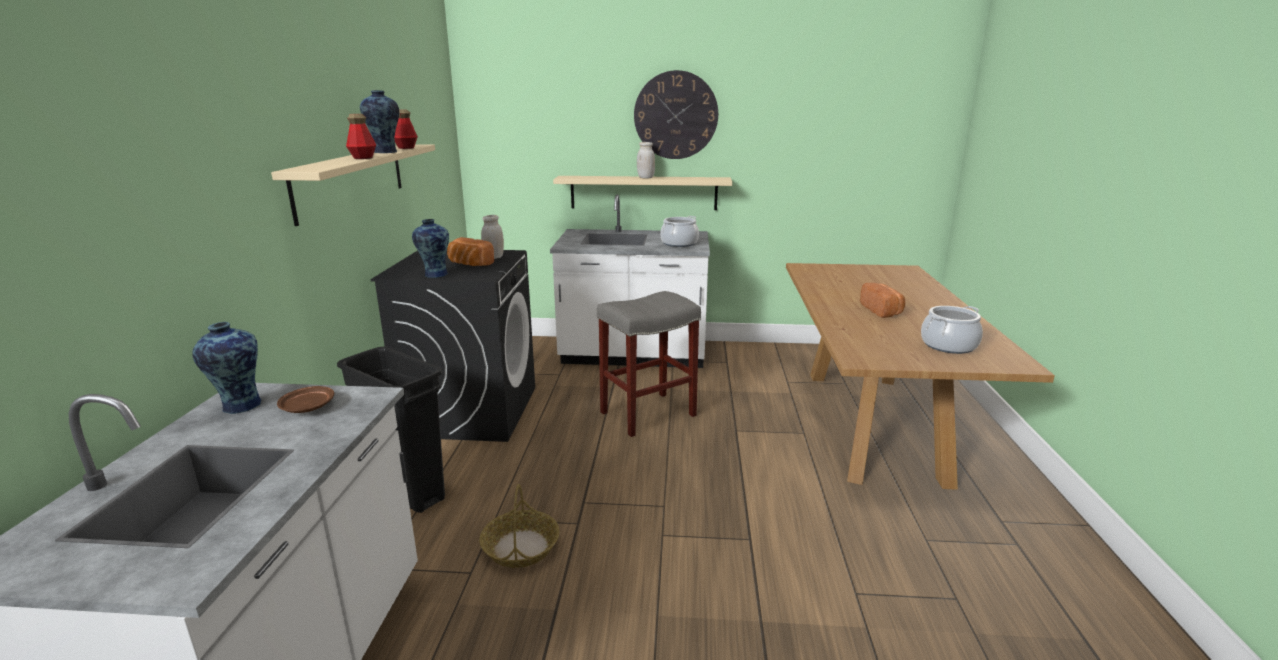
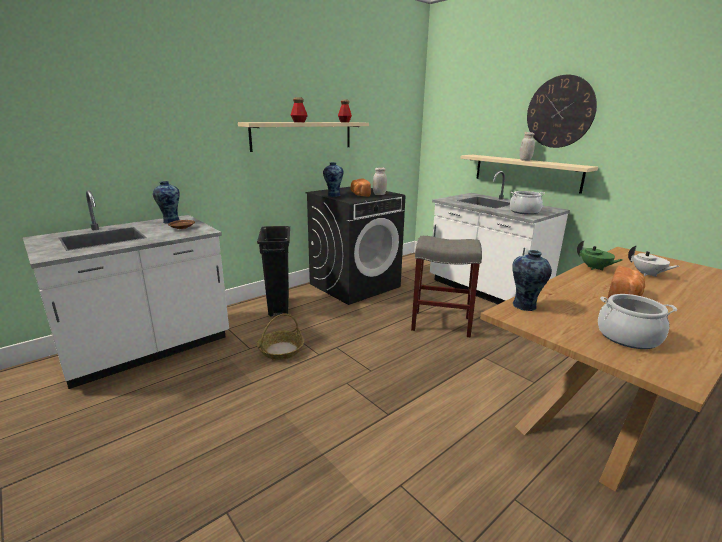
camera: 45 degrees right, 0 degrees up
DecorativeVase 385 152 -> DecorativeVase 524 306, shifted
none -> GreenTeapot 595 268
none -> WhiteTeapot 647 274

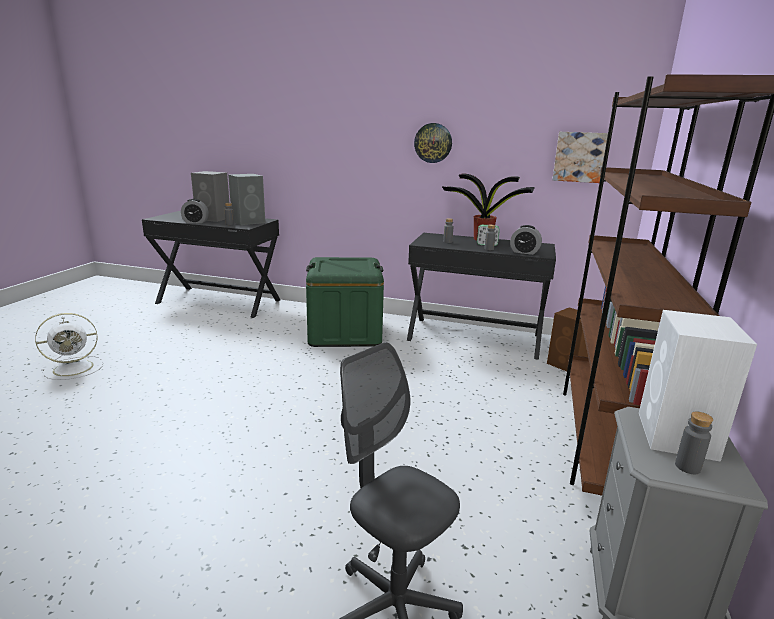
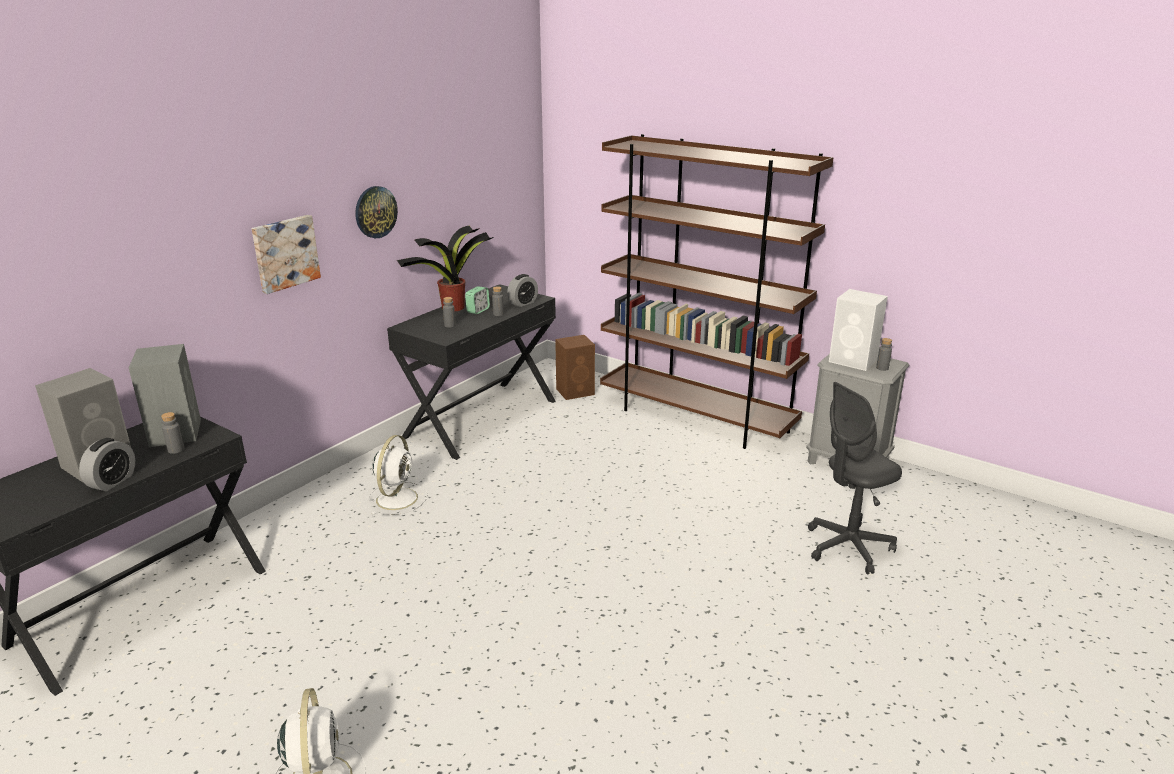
camera: 70 degrees left, 5 degrees up
GreenStorageBox 344 333 -> WhiteCoolingFan 398 498
Picture 580 157 -> Picture 285 253, shifted

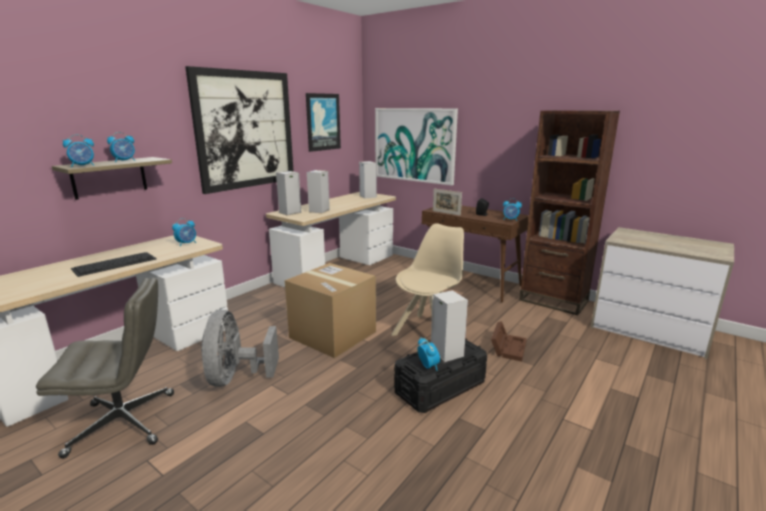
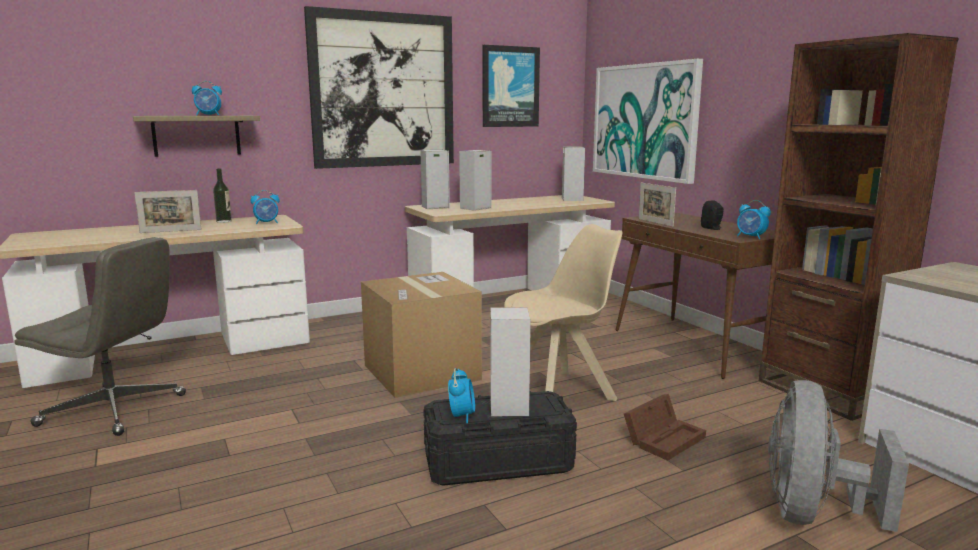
camera: 25 degrees right, 5 degrees down
TableClock 83 166 -> none
PcKeyboard 115 263 -> StandingFrame 171 231
GreyishCoolingFan 236 377 -> GreyishCoolingFan 812 513, shifted
none -> BeverageBottle 224 221

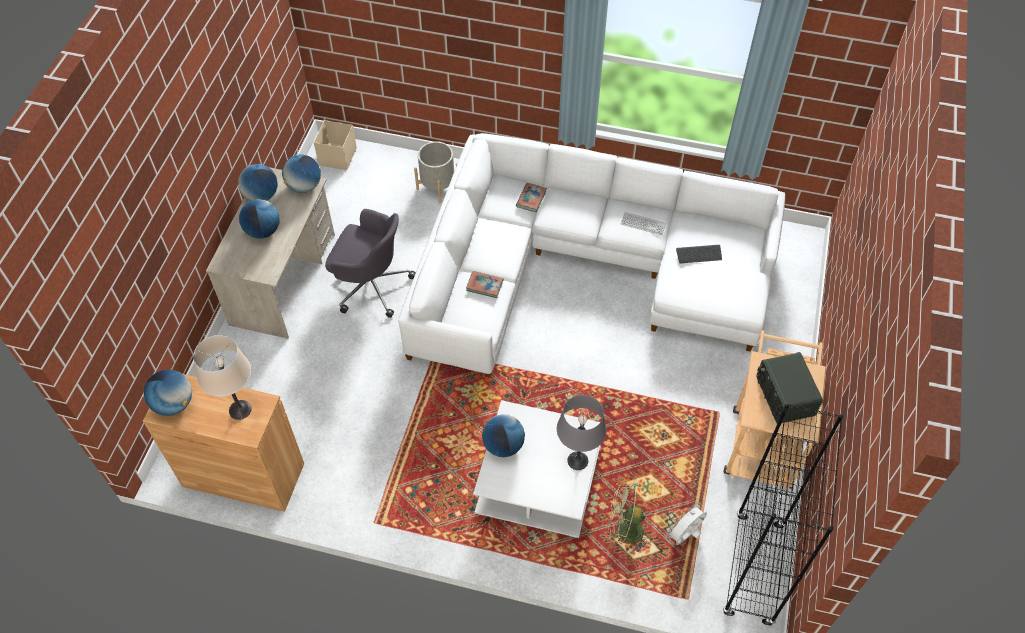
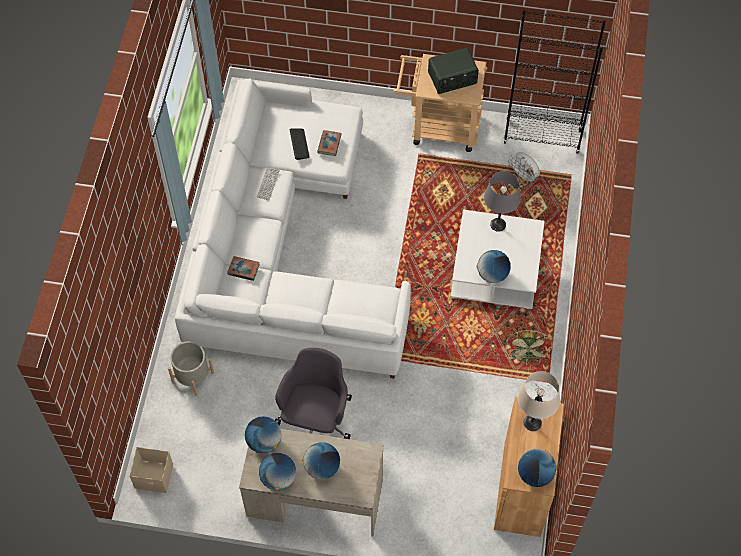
camera: 95 degrees left, 5 degrees up
Volume 484 286 -> Volume 329 144, shifted
GreenCoolingFan 624 531 -> GreenCoolingFan 526 357, shifted

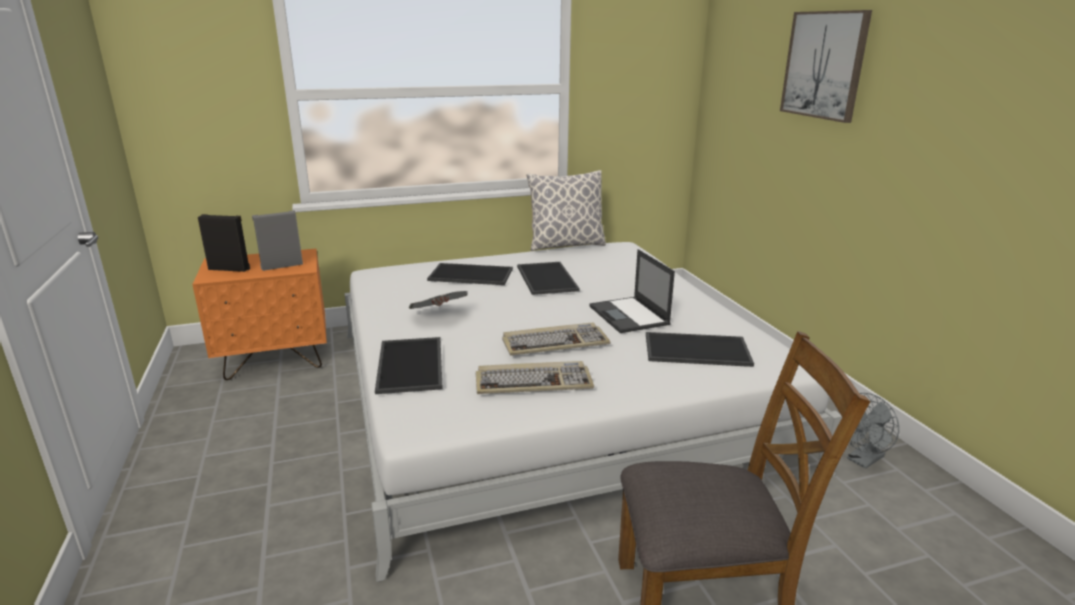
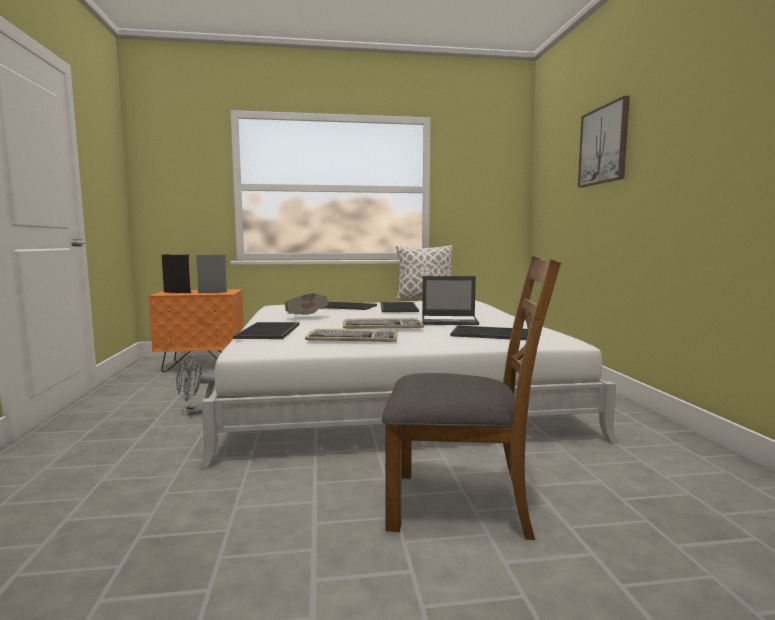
camera: 10 degrees right, 15 degrees down
NotebookComputer 629 315 -> NotebookComputer 450 321, 75 degrees counterclockwise
GreyishCoolingFan 862 460 -> GreyishCoolingFan 196 412, shifted

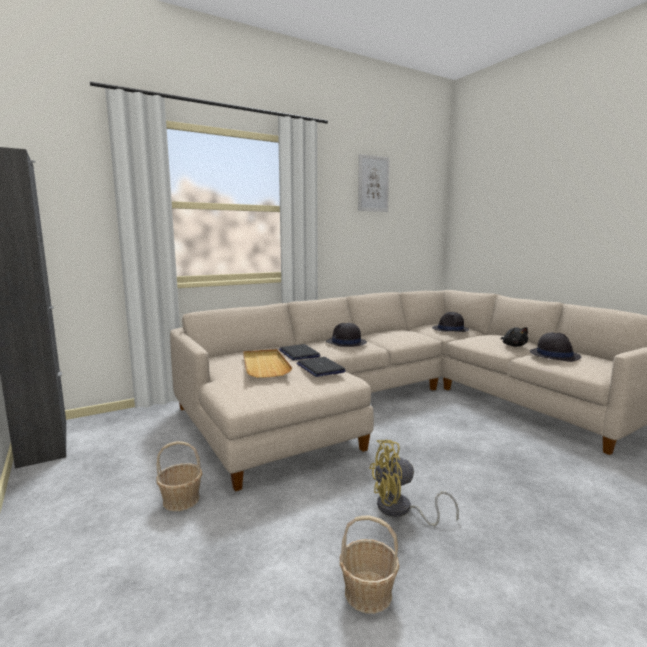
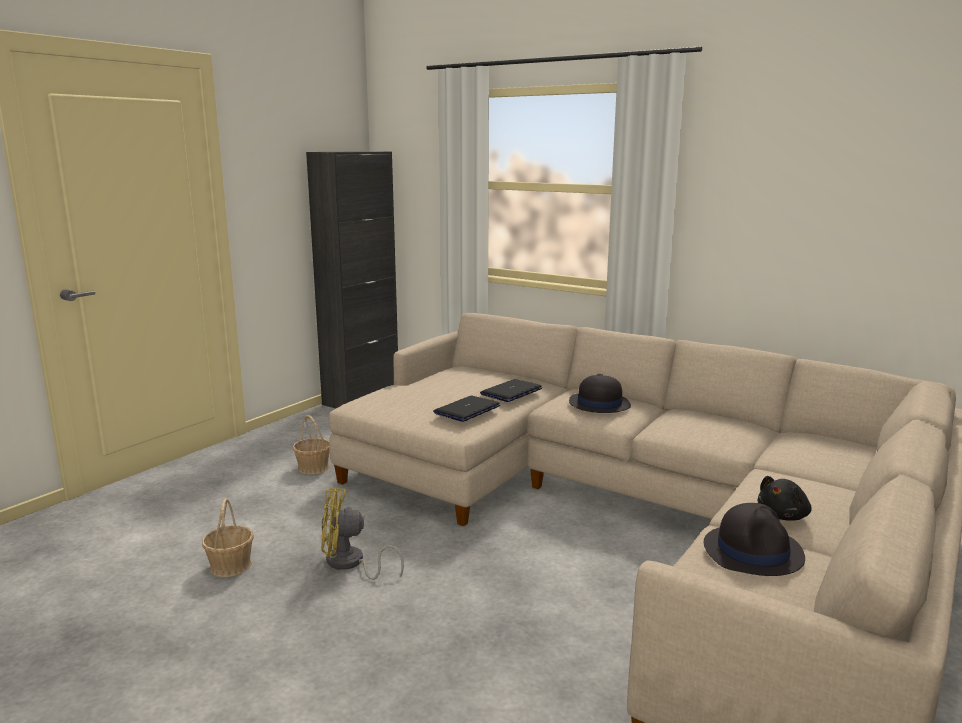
camera: 65 degrees right, 5 degrees up
BeigeColouredCarryingTray 264 365 -> none
Picture 373 184 -> none
YellowishCoolingFan 401 510 -> YellowishCoolingFan 350 564, 60 degrees counterclockwise
BlackishHat 450 329 -> none

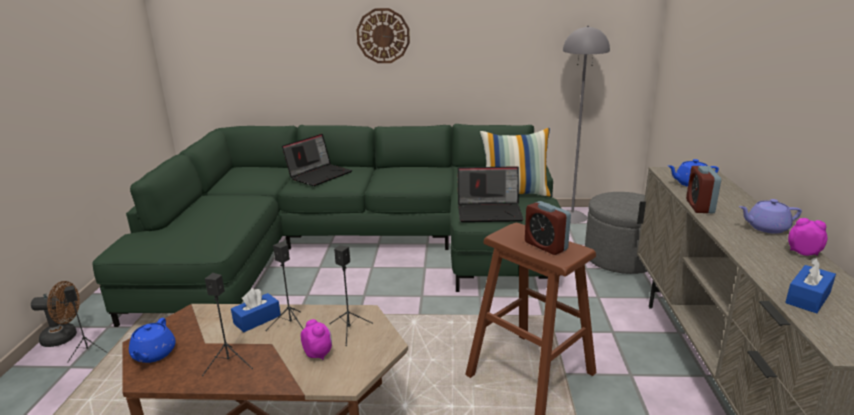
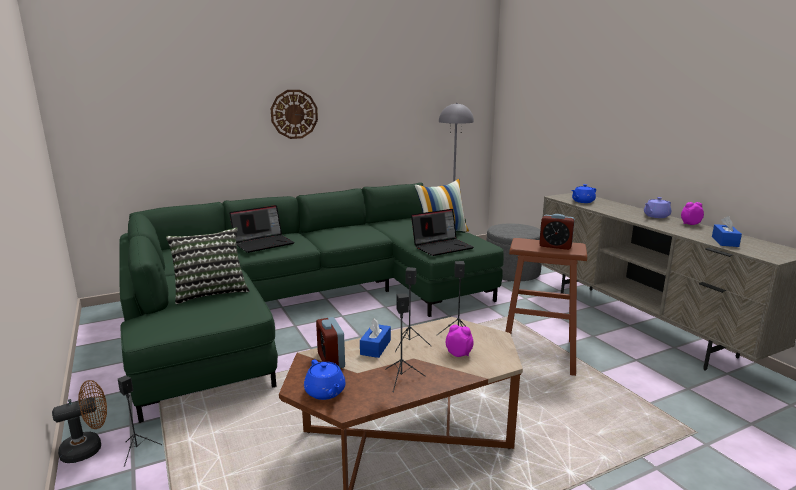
camera: 30 degrees left, 5 degrees down
NotebookComputer 319 175 -> NotebookComputer 264 243, 45 degrees clockwise
TableClock 699 206 -> TableClock 331 360, shifted
none -> ThrowPillow 210 292

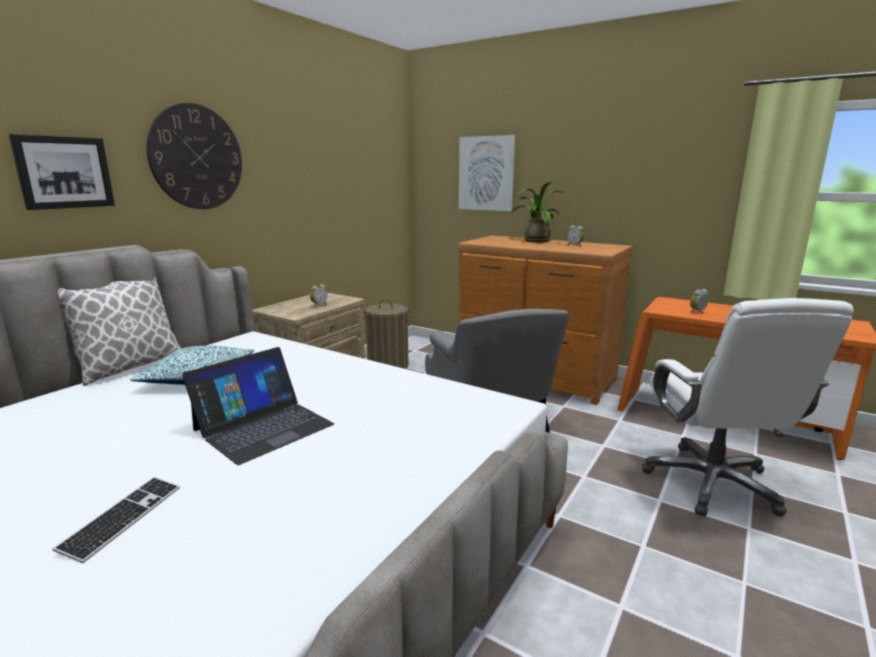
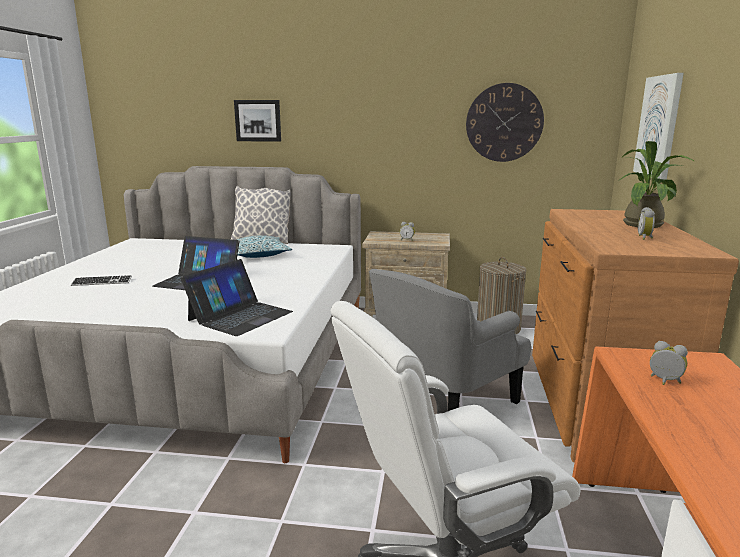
camera: 65 degrees right, 0 degrees up
ClockOnTheWall 197 157 -> ClockOnTheWall 504 123, shifted
none -> NotebookComputer 240 316

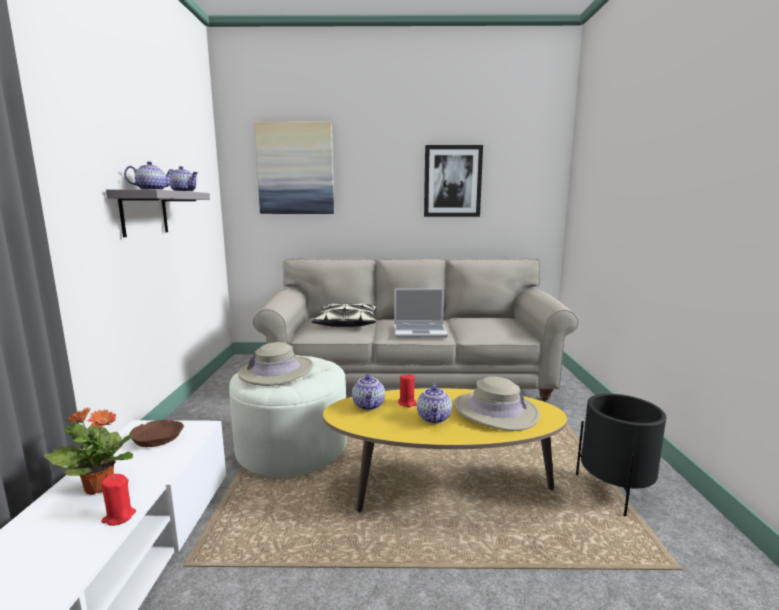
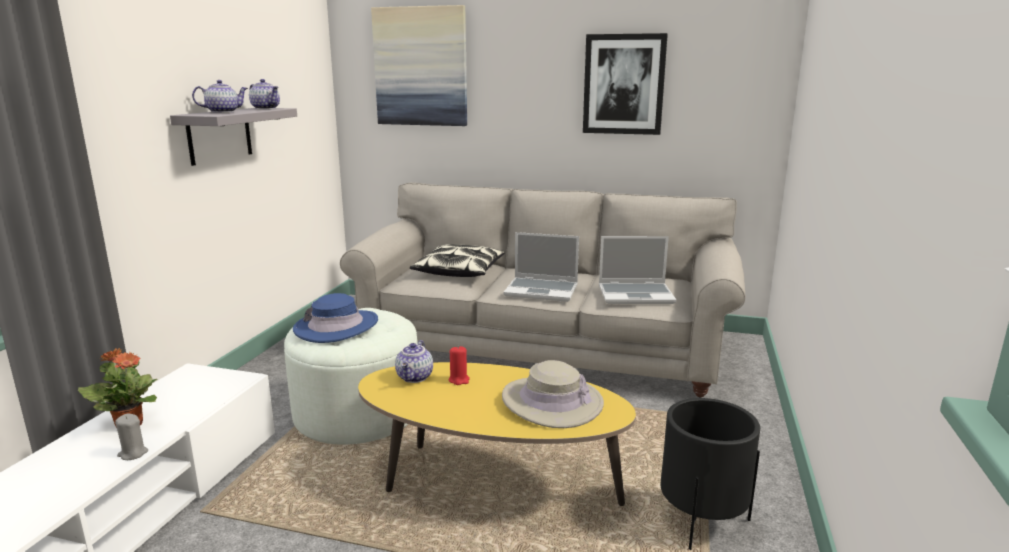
camera: 15 degrees right, 5 degrees up
ReddishCandle 119 517 -> GreyishCandle 133 453
BrownColouredDeepDish 158 438 -> none
BeigeColouredHat 276 371 -> BlueColouredHat 336 327
Teapot 435 418 -> none
none -> NotebookComputer 636 295

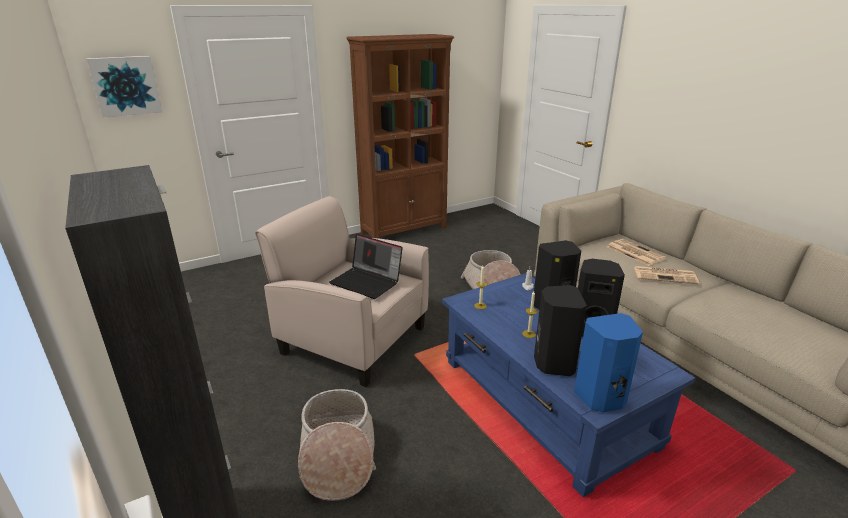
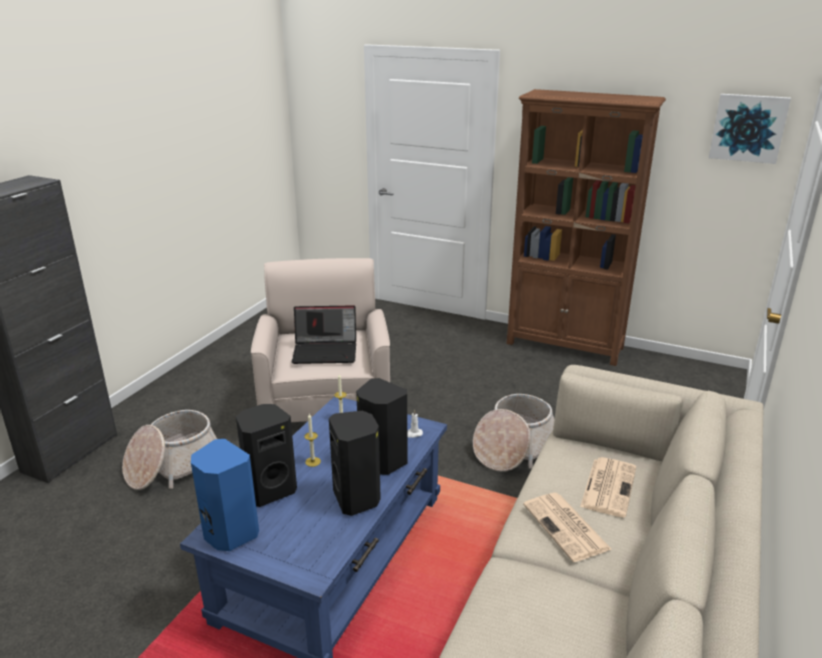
camera: 55 degrees right, 0 degrees up
Picture 126 86 -> Picture 748 128, shifted
NotebookComputer 367 282 -> NotebookComputer 326 351, 90 degrees counterclockwise

